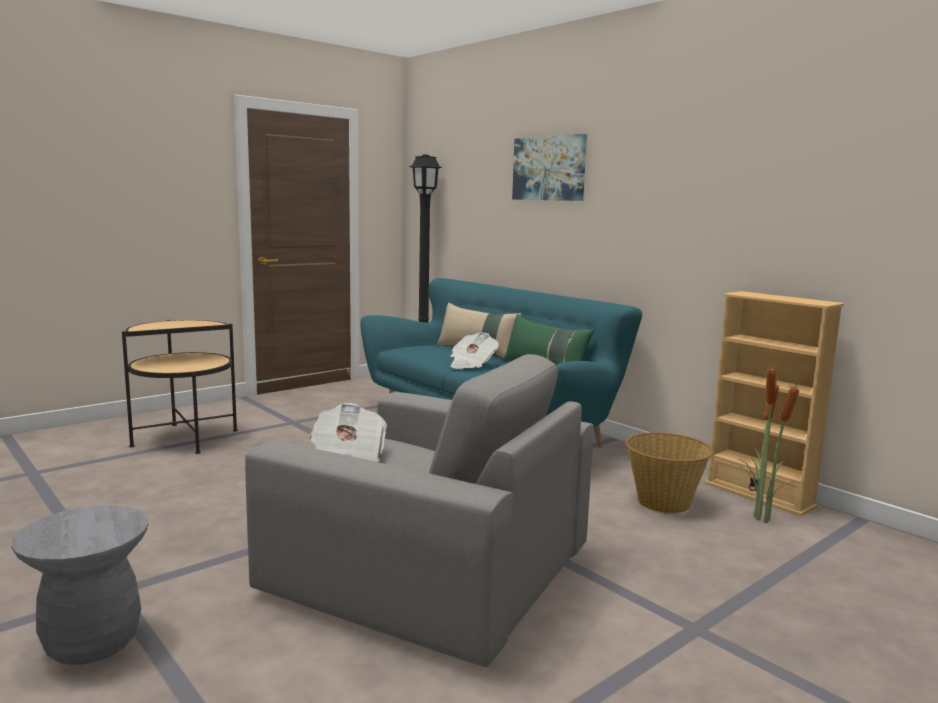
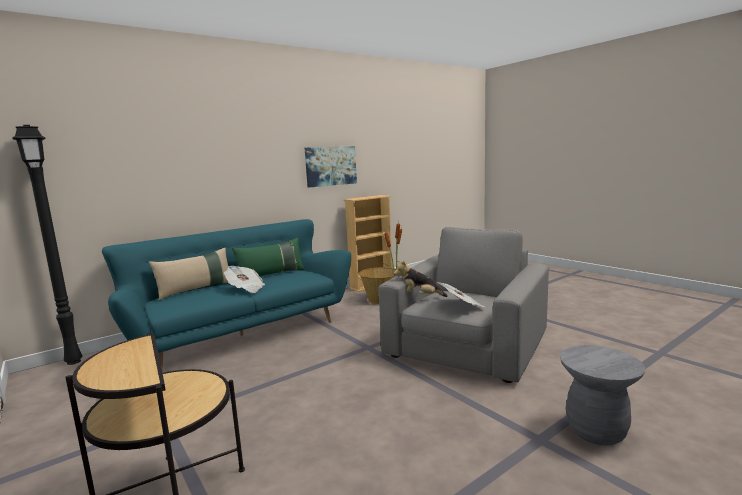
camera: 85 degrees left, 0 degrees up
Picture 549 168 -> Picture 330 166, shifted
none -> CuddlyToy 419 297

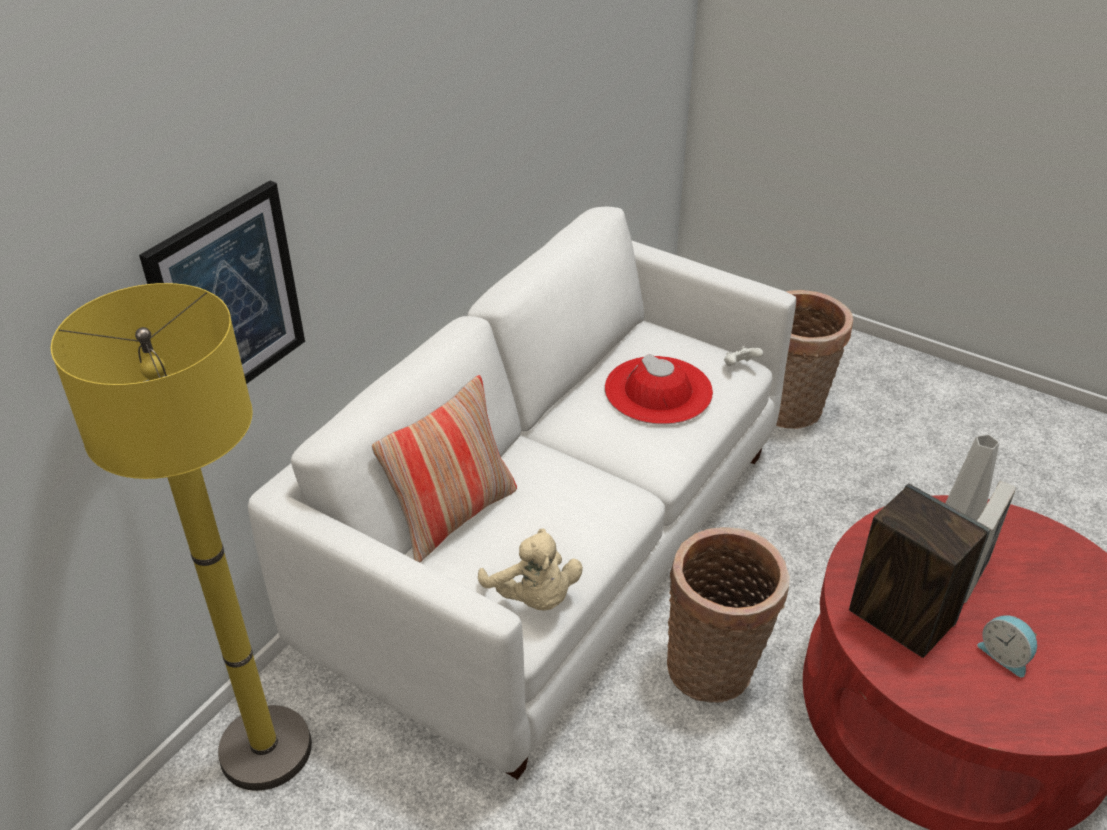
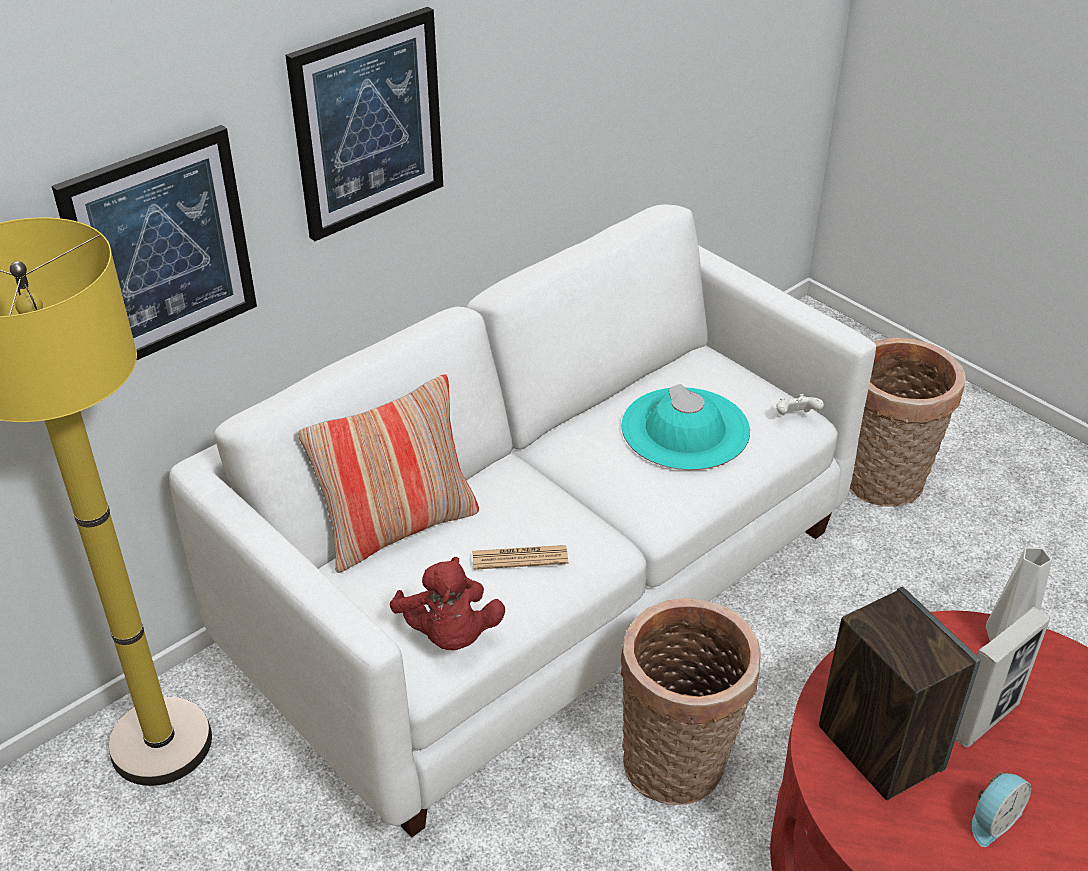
camera: 15 degrees right, 0 degrees up
BeigeColouredCuddlyToy 533 597 -> ReddishCuddlyToy 449 635
ReddishHat 658 390 -> TurquoiseColouredHat 685 429
TableClock 1005 655 -> TableClock 992 820, 105 degrees counterclockwise
none -> Picture 367 124
none -> PrintedPaper 520 558

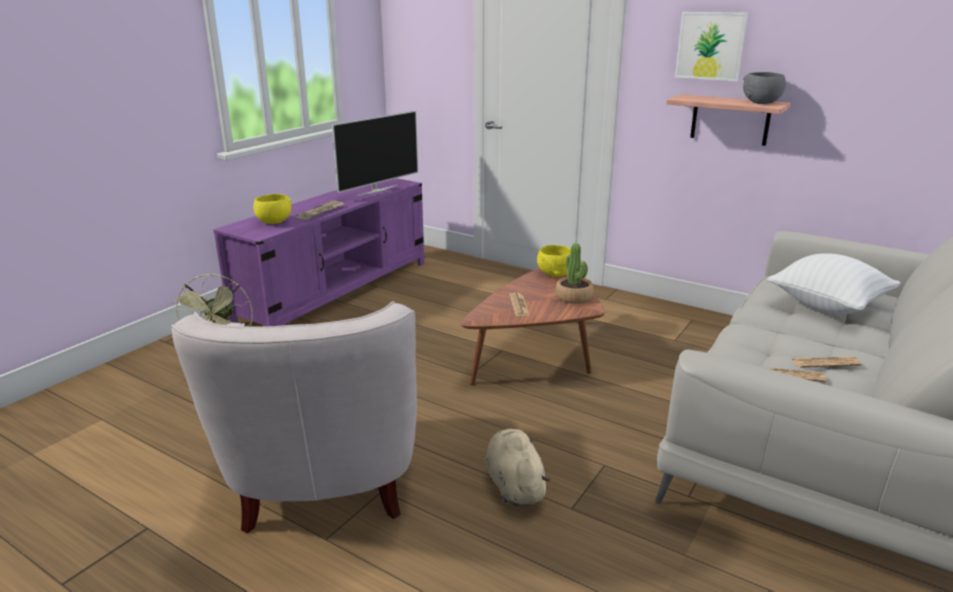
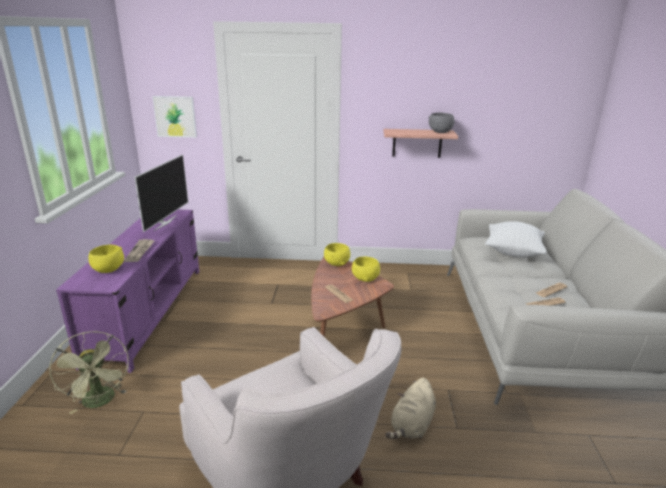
camera: 30 degrees left, 0 degrees up
BeigeColouredCuddlyToy 514 485 -> BeigeColouredCuddlyToy 412 426, 105 degrees counterclockwise
Houseplant 574 297 -> YellowishDeepDish 366 279
Picture 710 46 -> Picture 175 116, shifted

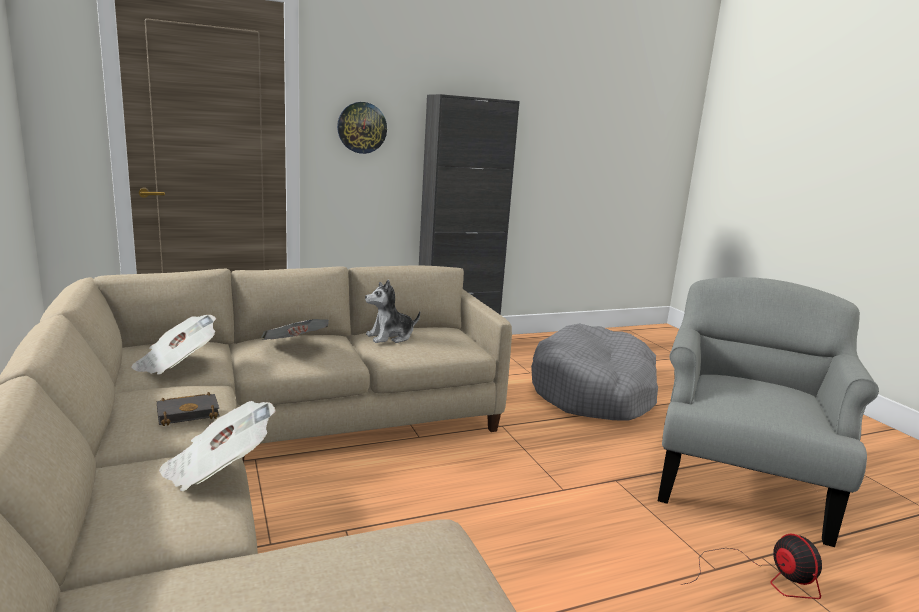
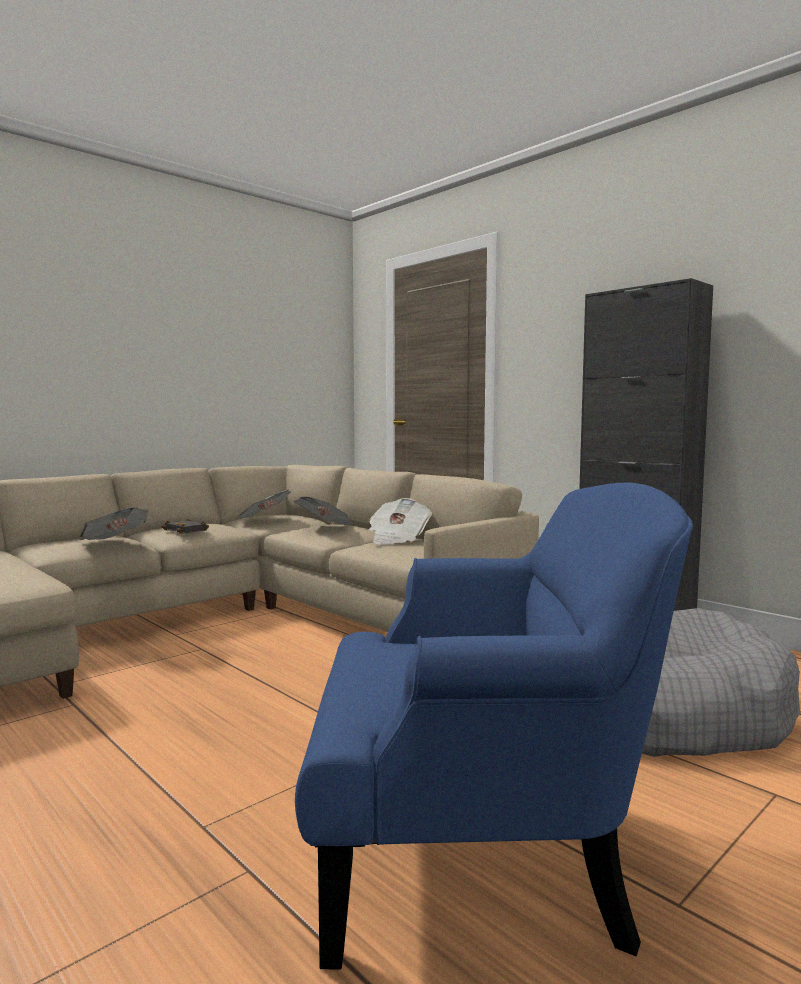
camera: 70 degrees right, 10 degrees down
ClockOnTheWall 362 127 -> none
CuddlyToy 390 337 -> PrintedPaper 397 539
GreyishEasyChair 739 483 -> BlueColouredEasyChair 478 854
CoolingFan 762 578 -> none

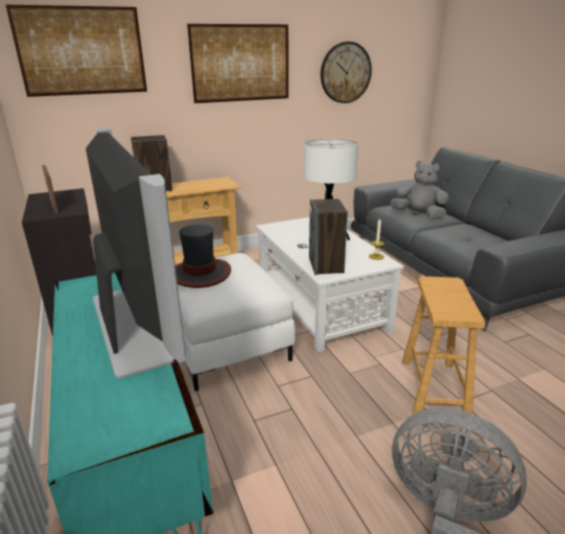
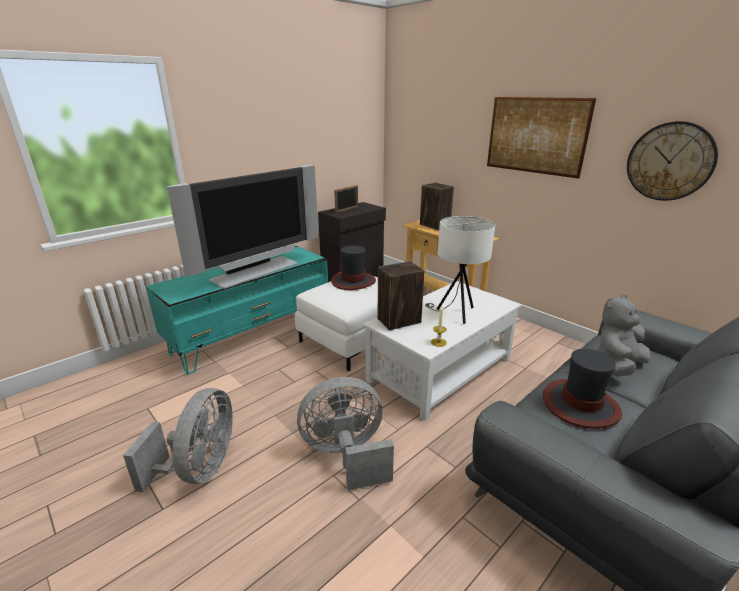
camera: 70 degrees right, 0 degrees up
Picture 82 51 -> none
GreyishCuddlyToy 419 215 -> GreyishCuddlyToy 617 365, 135 degrees counterclockwise
BrownColouredStoolSeat 434 387 -> GreyishCoolingFan 346 455
none -> Hat 580 405

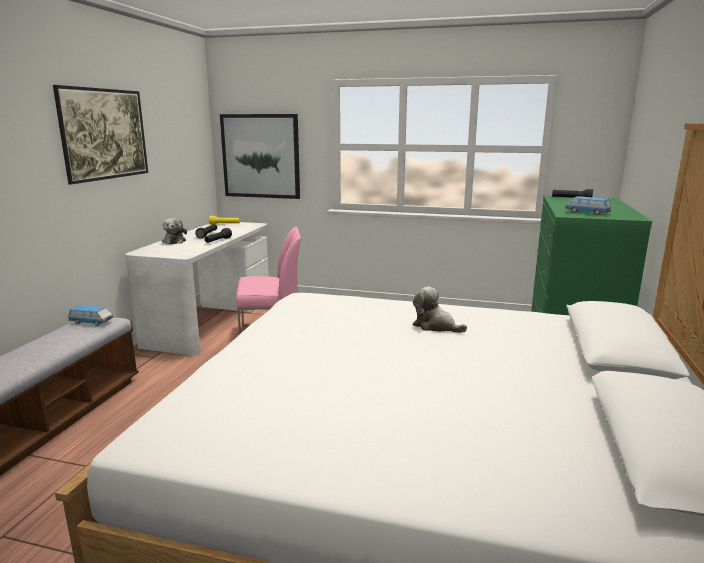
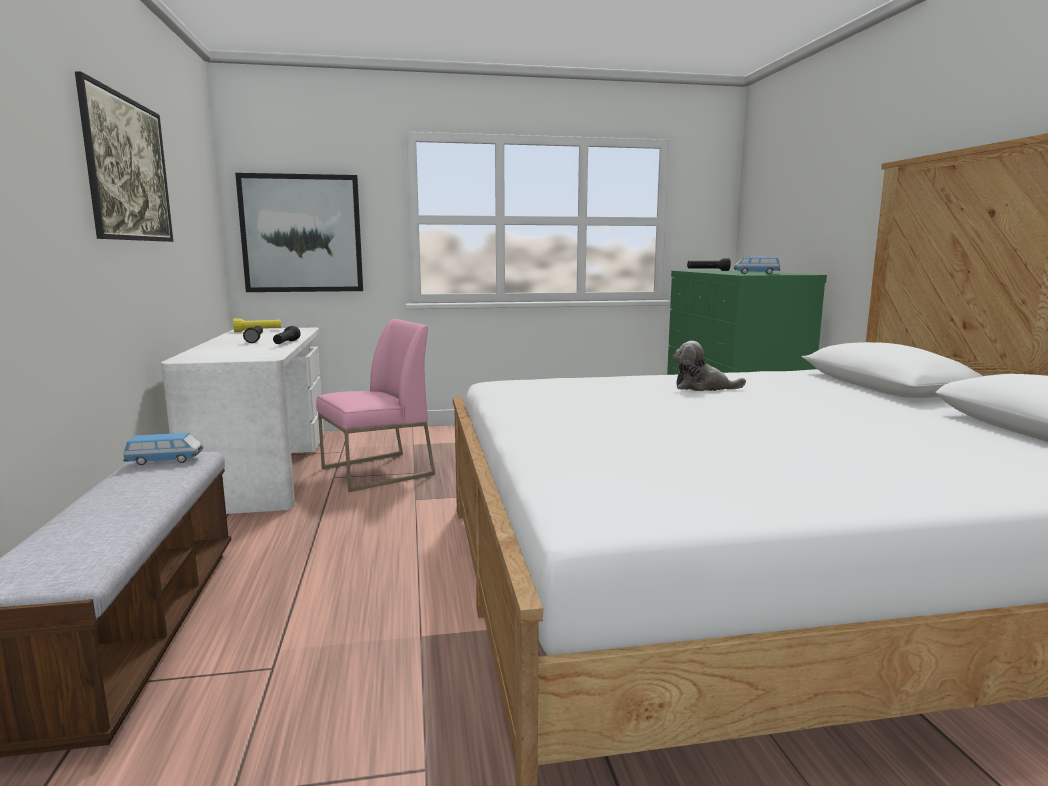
camera: 25 degrees left, 5 degrees down
CuddlyToy 174 241 -> none

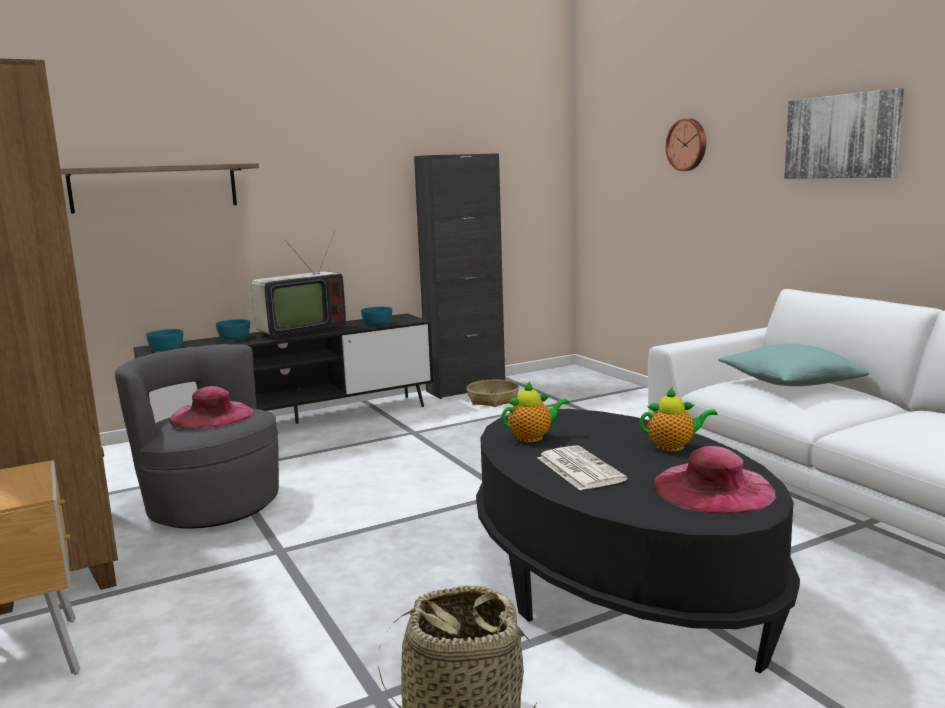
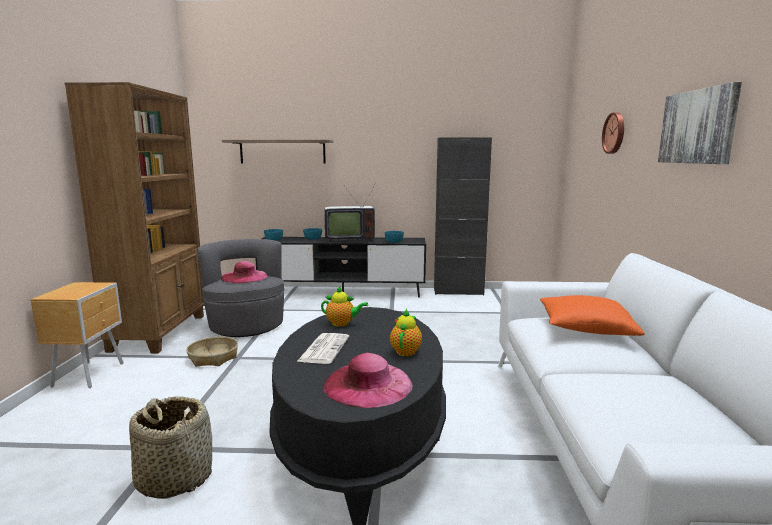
camera: 30 degrees right, 0 degrees up
Basket 493 400 -> Basket 213 358, shifted
Teapot 673 447 -> Teapot 406 351, 105 degrees counterclockwise
TurquoiseColouredThrowPillow 789 383 -> OrangeThrowPillow 585 328

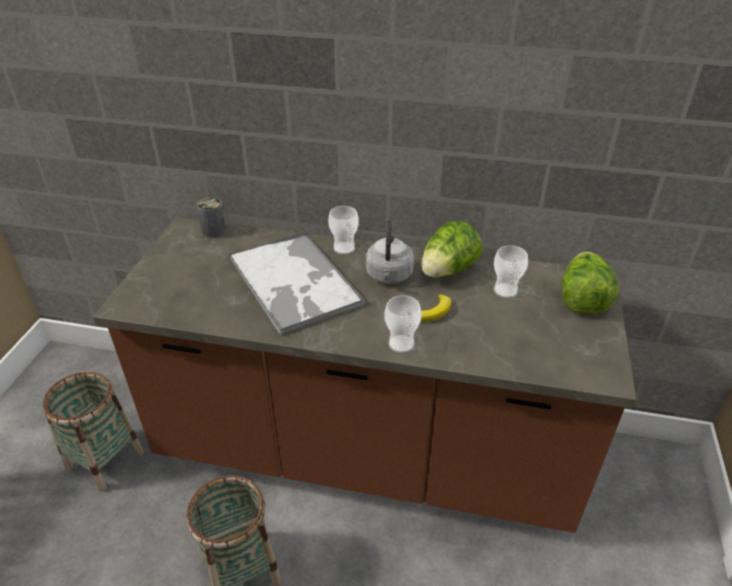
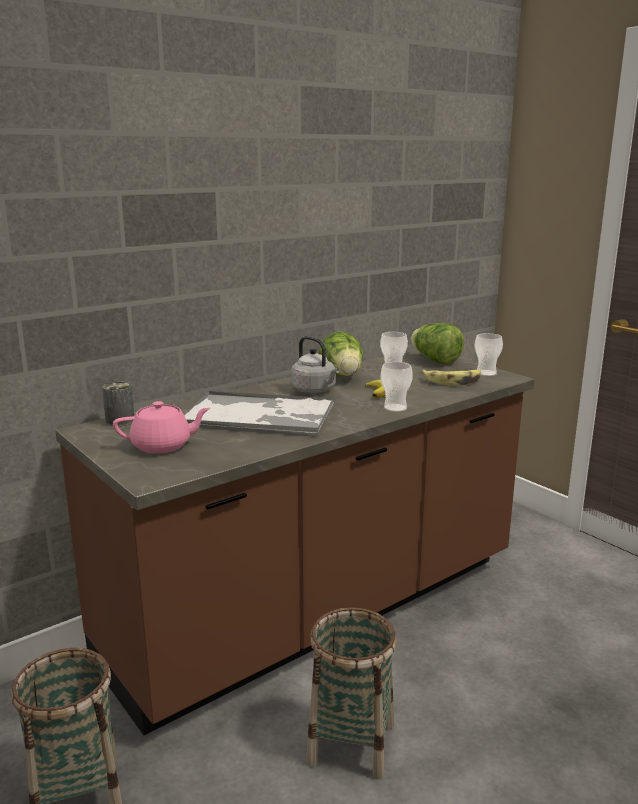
camera: 50 degrees left, 20 degrees down
SmallCup 344 248 -> SmallCup 486 373, shifted
none -> PinkColouredTeapot 163 446
none -> BananaFruit 453 381

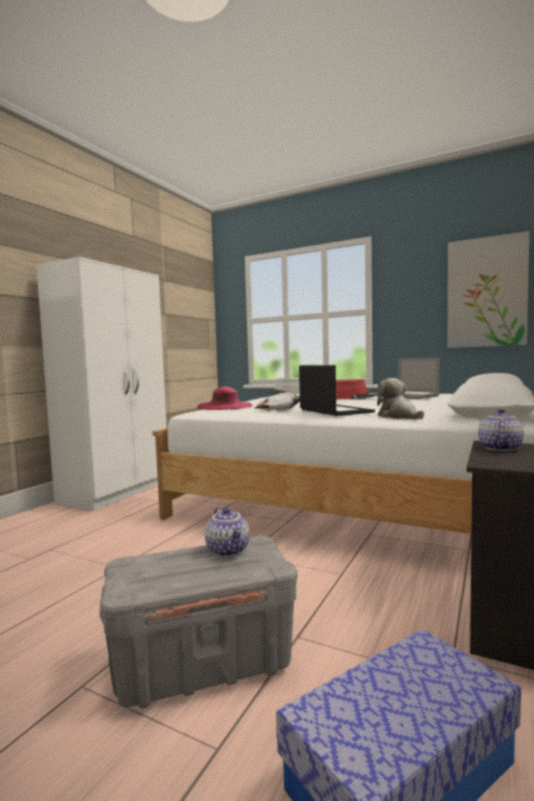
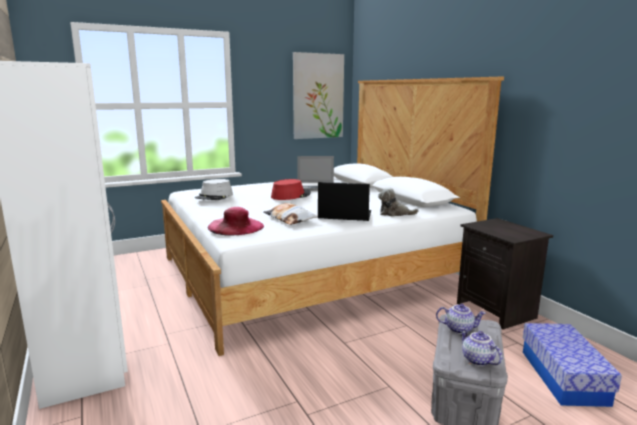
camera: 55 degrees left, 10 degrees up
Teapot 498 448 -> Teapot 477 360, shifted

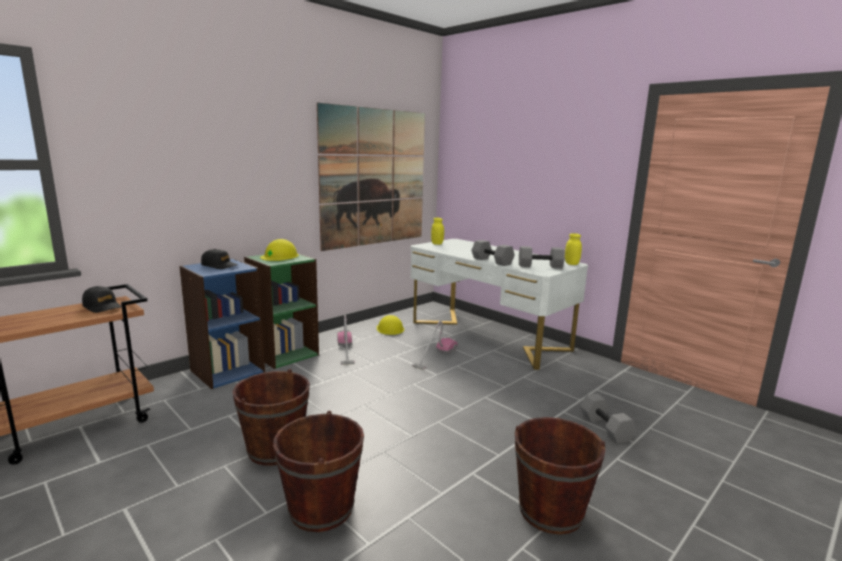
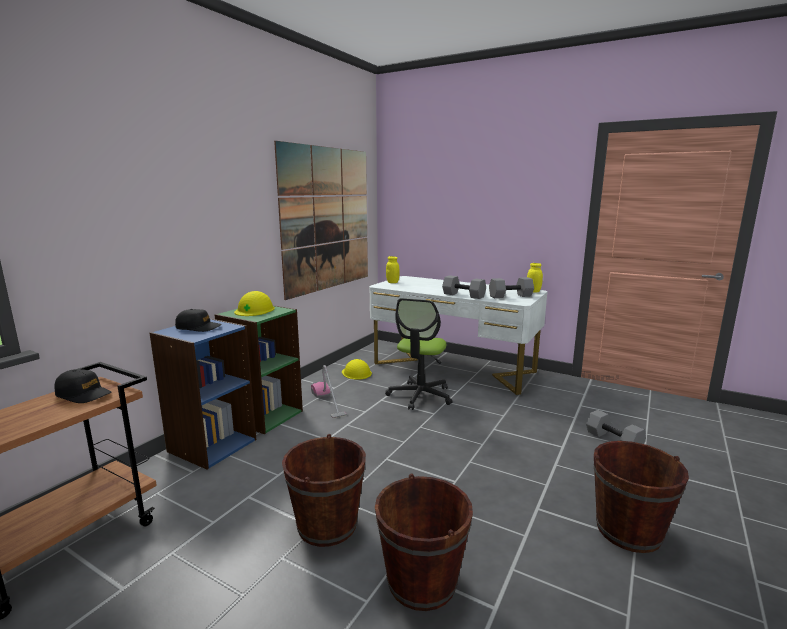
camera: 15 degrees left, 0 degrees up
Hoover 435 357 -> ComputerChair 420 396

